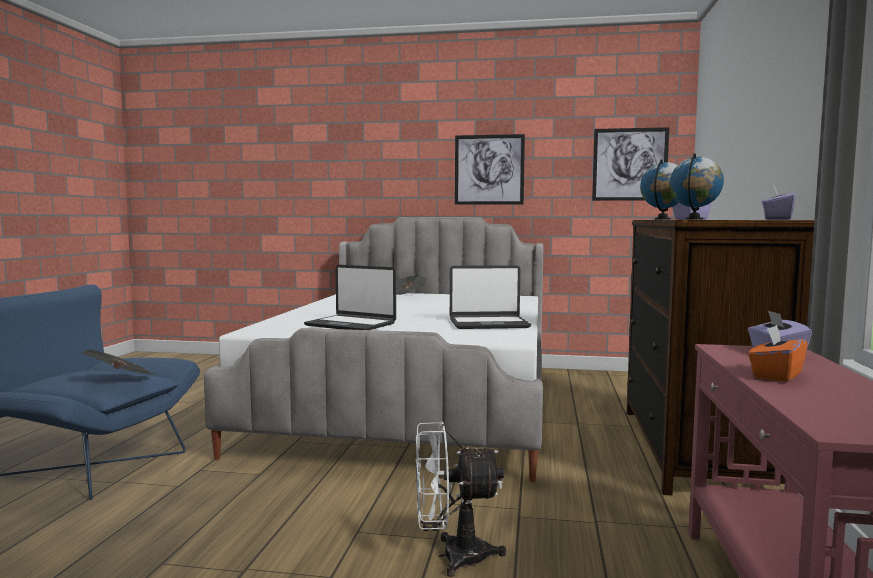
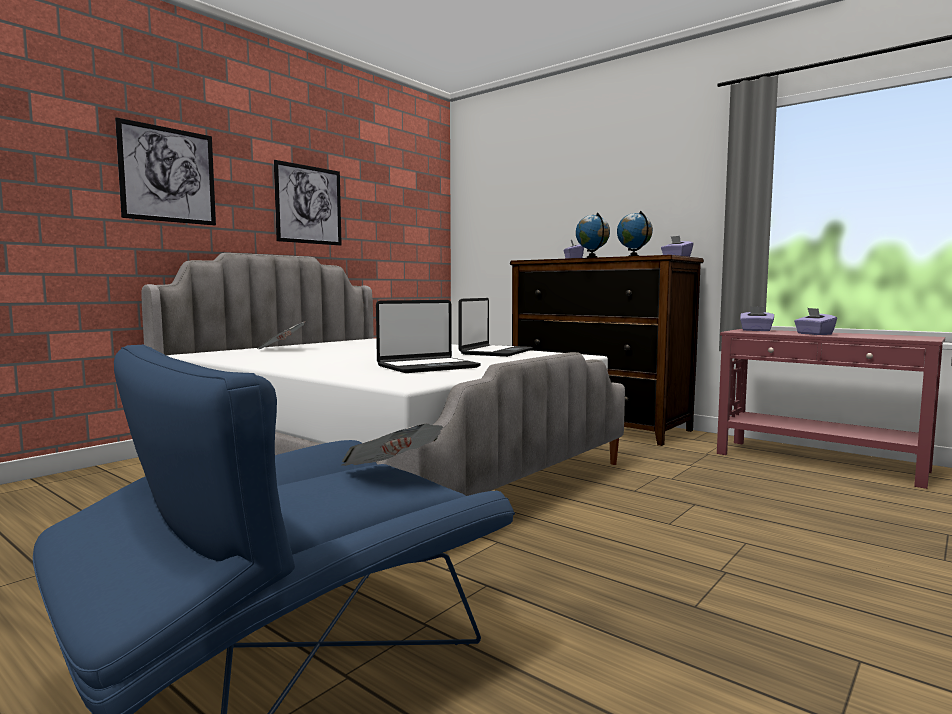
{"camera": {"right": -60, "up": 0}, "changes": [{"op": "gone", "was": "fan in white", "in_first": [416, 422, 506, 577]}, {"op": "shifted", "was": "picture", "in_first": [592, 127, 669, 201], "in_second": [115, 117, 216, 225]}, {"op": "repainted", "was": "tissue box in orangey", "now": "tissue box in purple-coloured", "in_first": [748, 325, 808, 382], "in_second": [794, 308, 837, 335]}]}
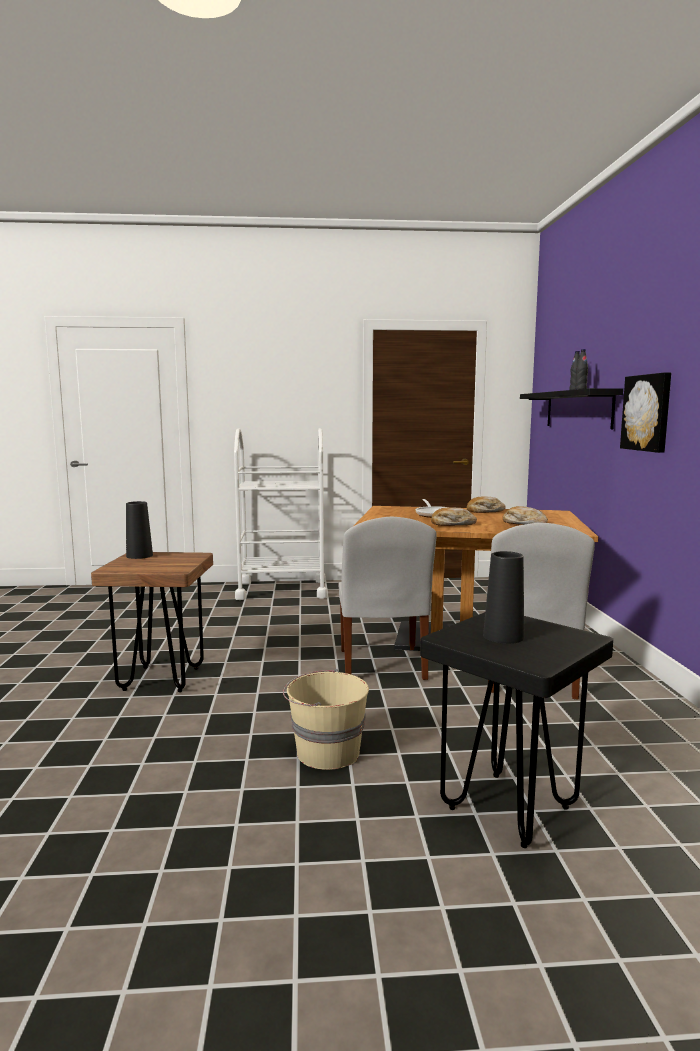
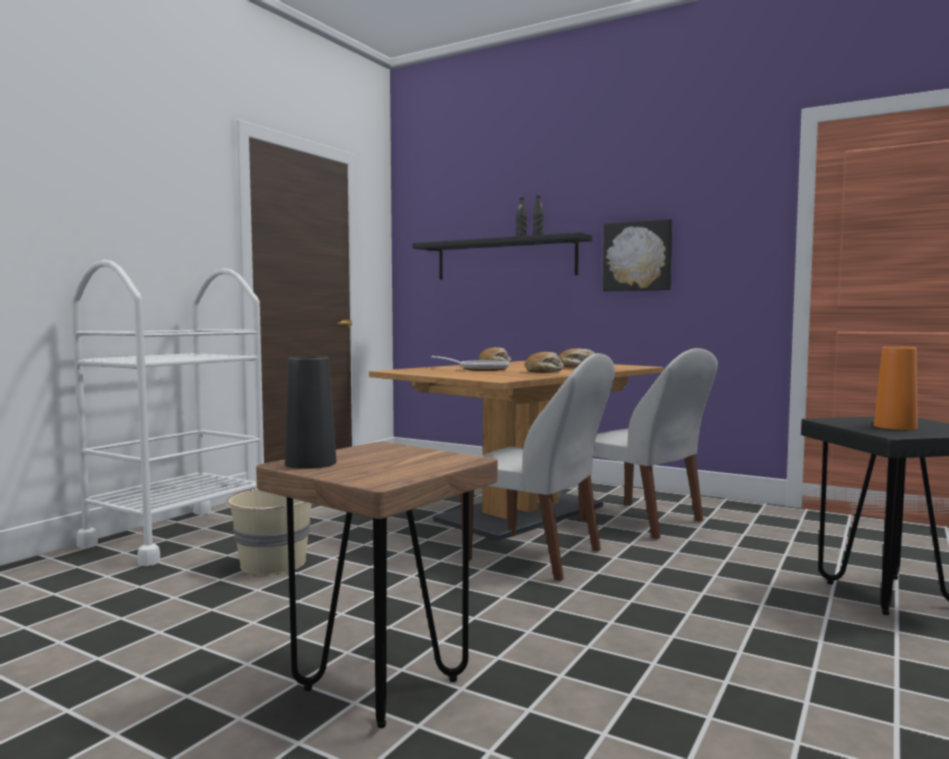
{"camera": {"right": -55, "up": -5}, "changes": [{"op": "shifted", "was": "water bucket in beige", "in_first": [283, 669, 369, 770], "in_second": [225, 487, 311, 575]}, {"op": "repainted", "was": "flower vase in blackish", "now": "flower vase in orangey", "in_first": [483, 551, 524, 644], "in_second": [874, 347, 918, 430]}]}
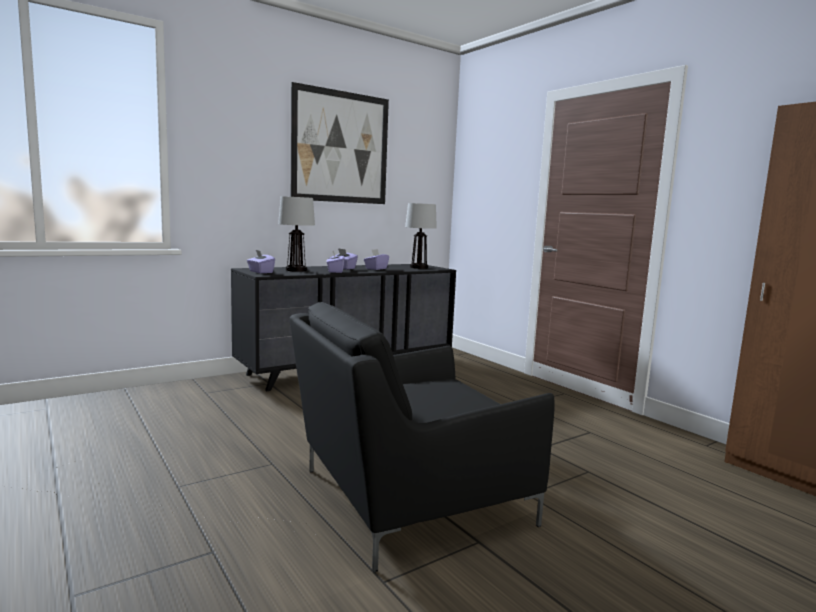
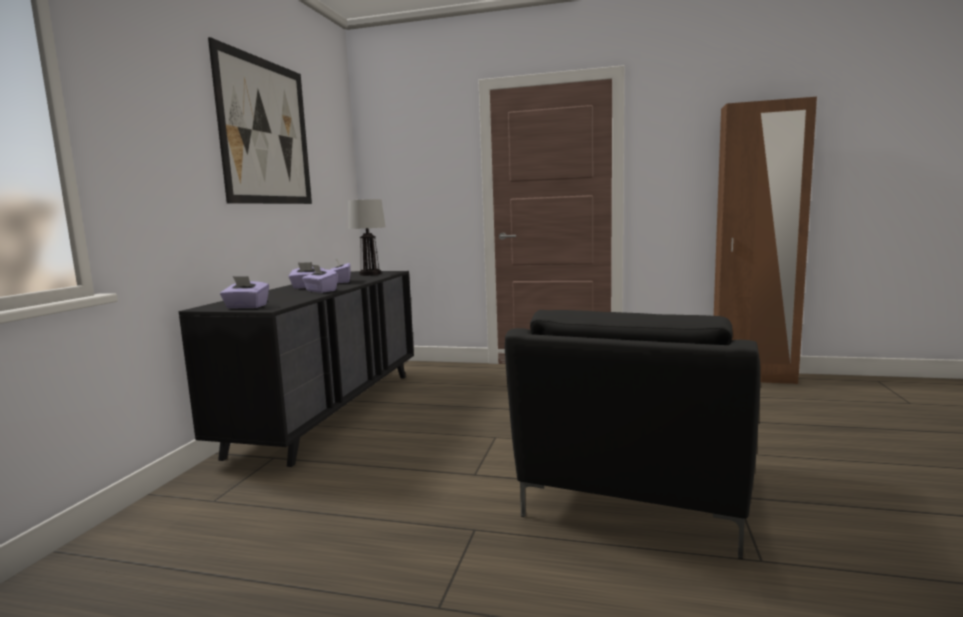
{"camera": {"right": -40, "up": 0}, "changes": [{"op": "gone", "was": "table lamp", "in_first": [278, 196, 315, 272]}]}
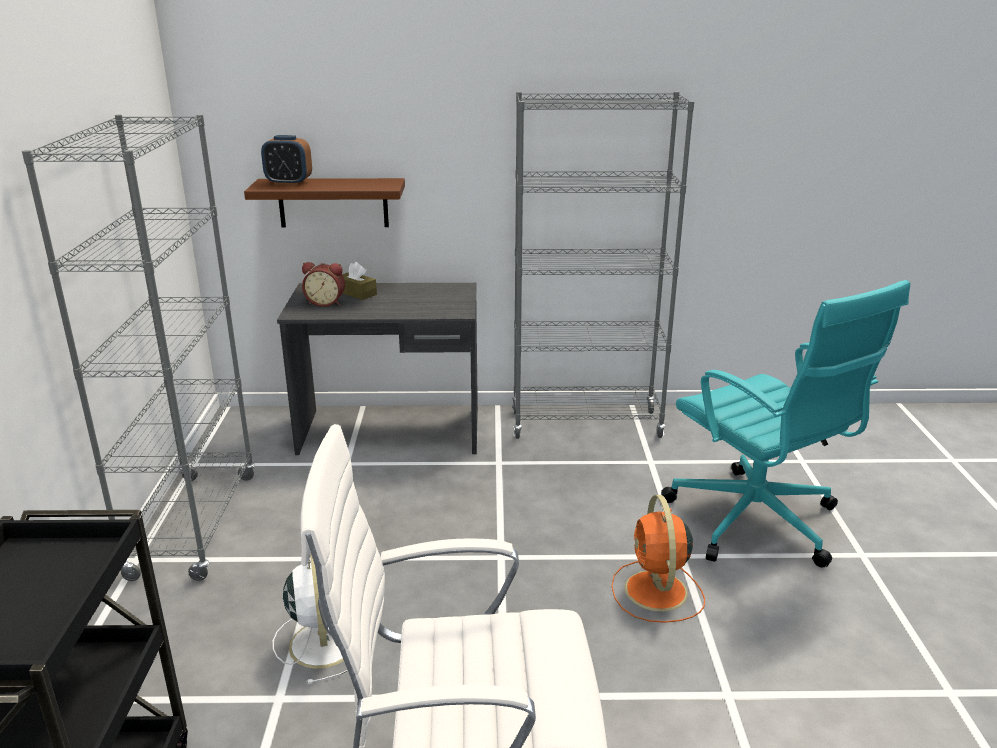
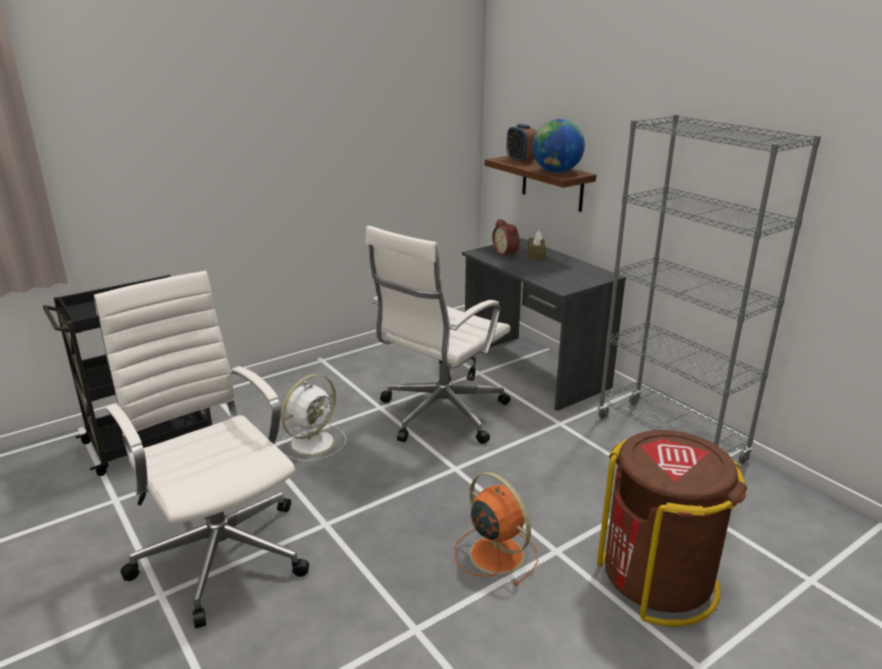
{"camera": {"right": 55, "up": 0}, "changes": [{"op": "gone", "was": "bookcase in gray", "in_first": [22, 114, 255, 581]}, {"op": "rotated", "was": "fan in orangey", "in_first": [611, 495, 705, 623], "in_second": [453, 472, 538, 586], "clockwise": 90}, {"op": "swapped", "was": "office chair in blue-green", "now": "rubbish bin in brownish", "in_first": [661, 280, 910, 568], "in_second": [597, 430, 747, 626]}, {"op": "new", "now": "office chair in white", "in_second": [365, 226, 511, 444]}, {"op": "new", "now": "world globe", "in_second": [532, 119, 585, 173]}]}
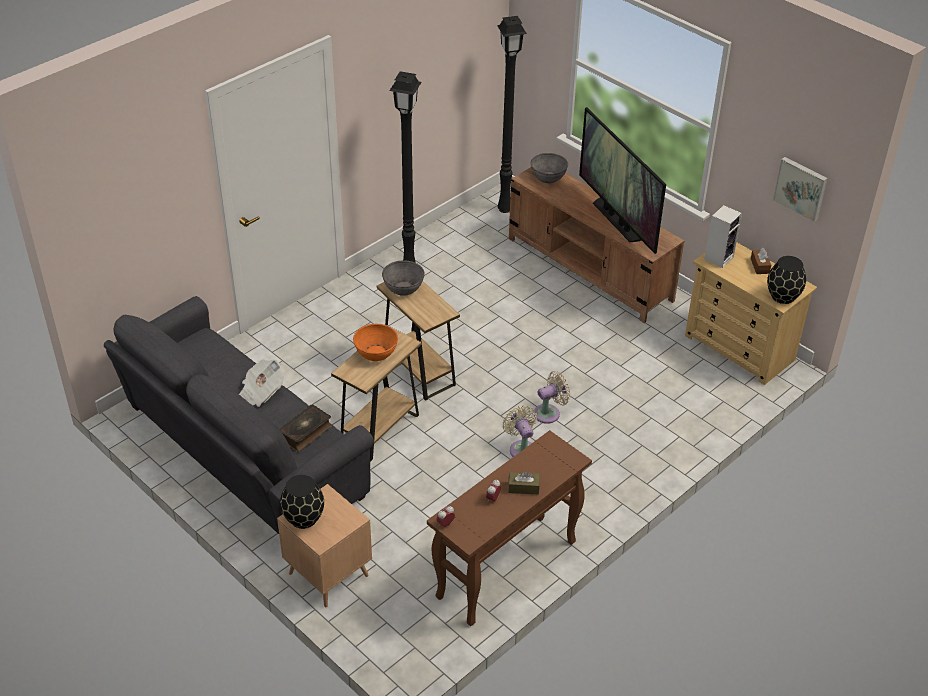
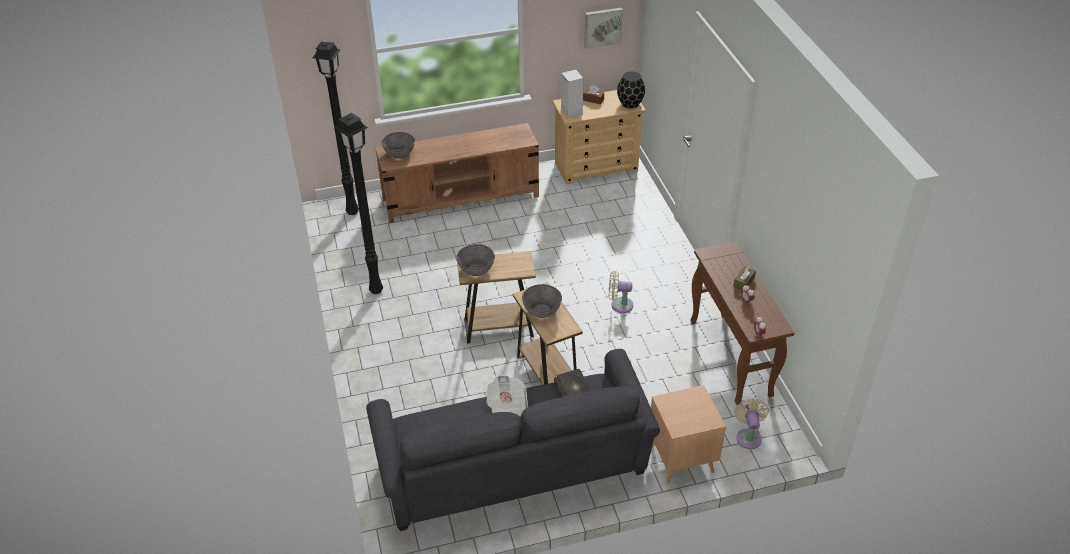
{"camera": {"right": -60, "up": 0}, "changes": [{"op": "gone", "was": "flower vase in blackish", "in_first": [280, 475, 324, 529]}, {"op": "repainted", "was": "bowl in orangey", "now": "bowl in gray", "in_first": [353, 324, 398, 361], "in_second": [522, 284, 562, 318]}, {"op": "shifted", "was": "fan in beige", "in_first": [534, 371, 570, 424], "in_second": [734, 399, 769, 449]}, {"op": "gone", "was": "TV", "in_first": [579, 107, 666, 254]}]}
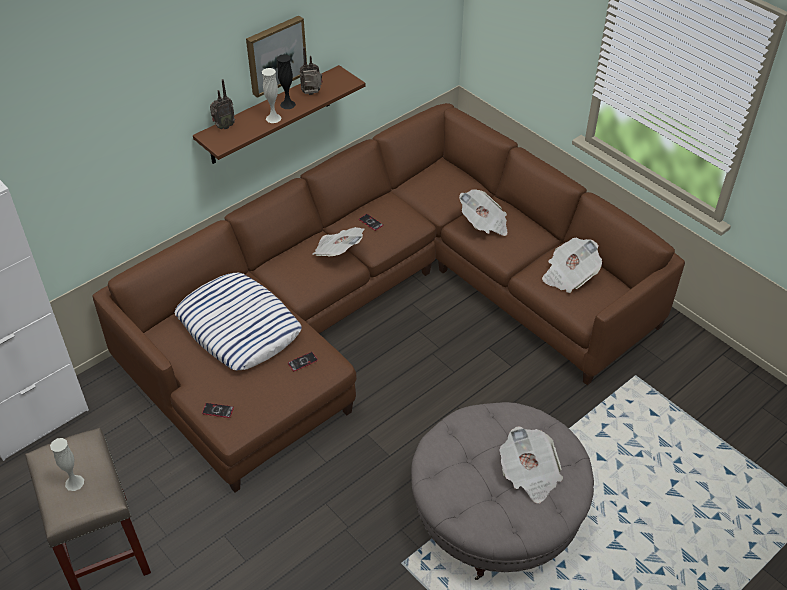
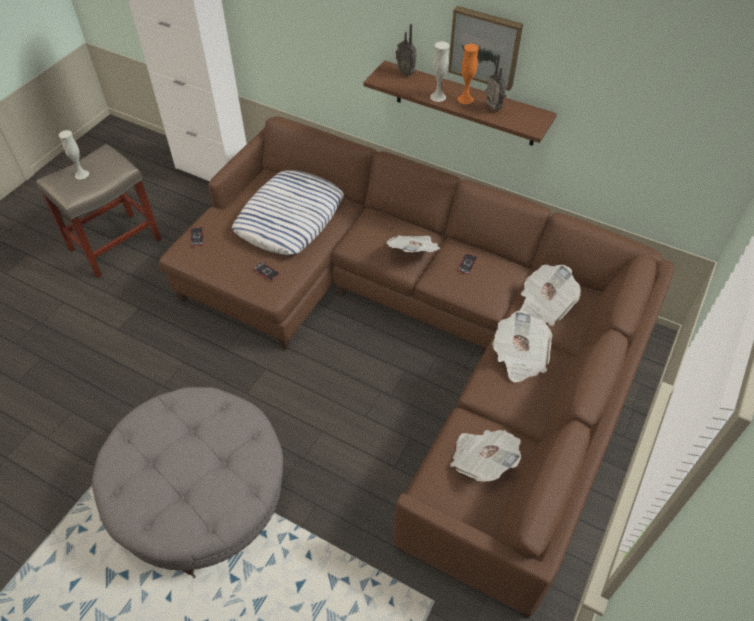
{"camera": {"right": 70, "up": 5}, "changes": [{"op": "repainted", "was": "flower vase in blackish", "now": "flower vase in orangey", "in_first": [277, 54, 296, 109], "in_second": [457, 44, 479, 104]}, {"op": "shifted", "was": "newspaper", "in_first": [499, 426, 563, 503], "in_second": [520, 265, 581, 326]}]}
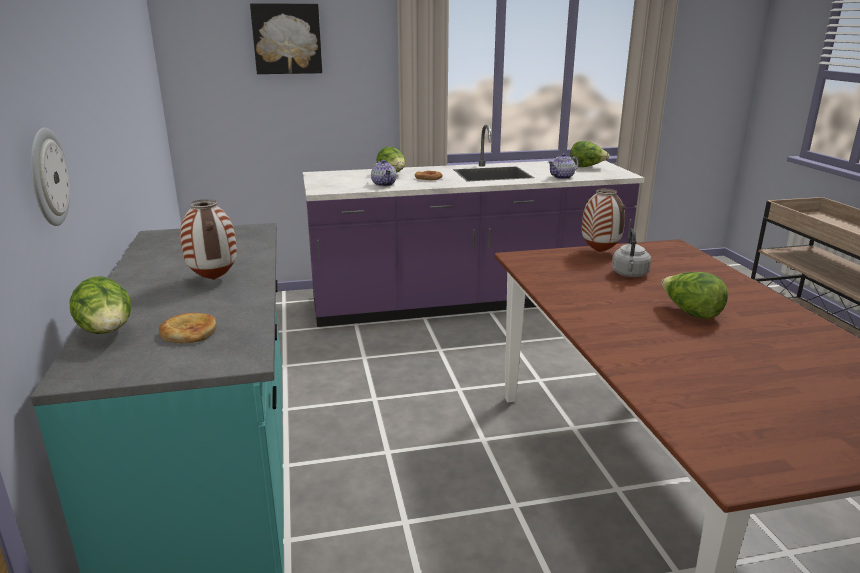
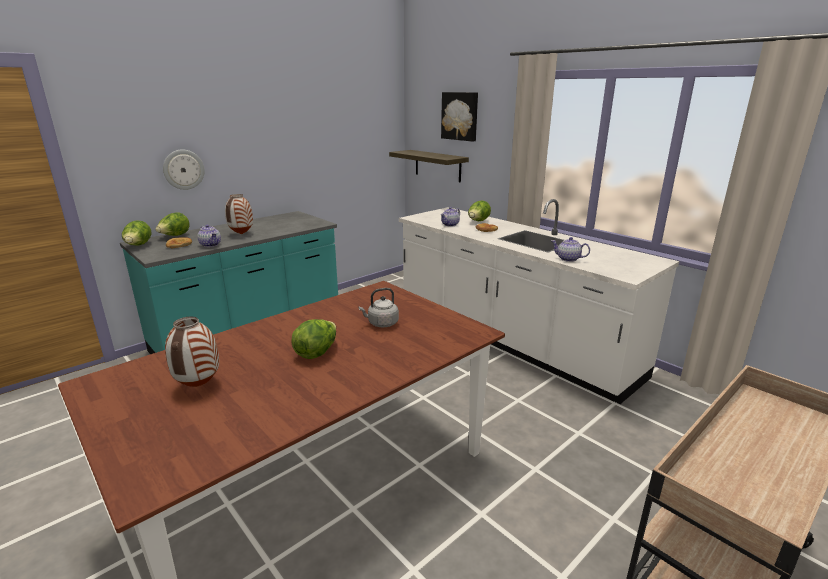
{"camera": {"right": 60, "up": 0}, "changes": [{"op": "repainted", "was": "kitchen base unit in purple-coloured", "now": "kitchen base unit in white", "in_first": [303, 125, 645, 327], "in_second": [399, 199, 680, 404]}, {"op": "shifted", "was": "lettuce head", "in_first": [570, 141, 610, 167], "in_second": [122, 220, 151, 245]}, {"op": "shifted", "was": "flower vase", "in_first": [582, 188, 625, 252], "in_second": [165, 317, 219, 387]}, {"op": "new", "now": "teapot", "in_second": [197, 225, 221, 247]}, {"op": "new", "now": "wall shelf", "in_second": [389, 150, 469, 182]}]}
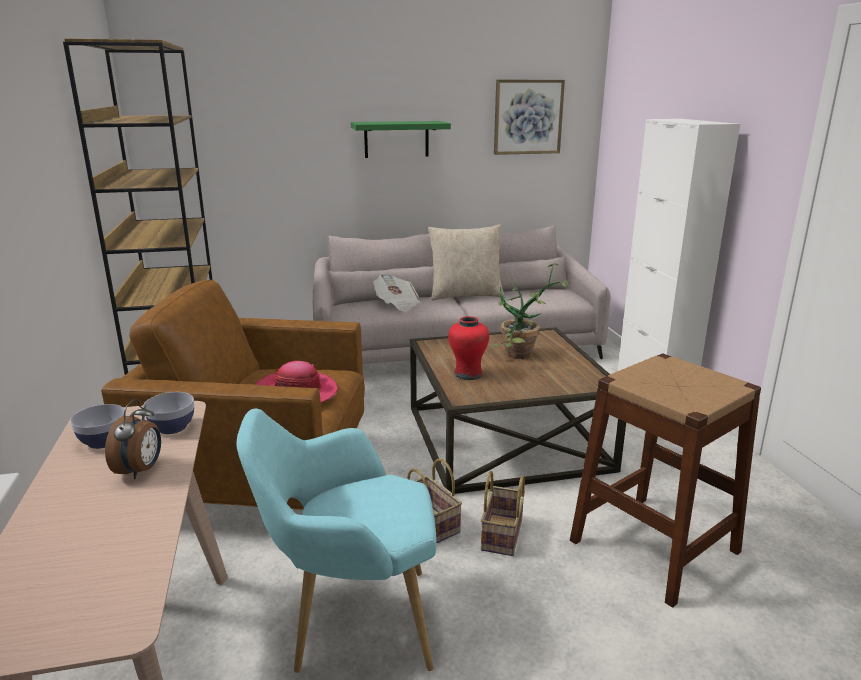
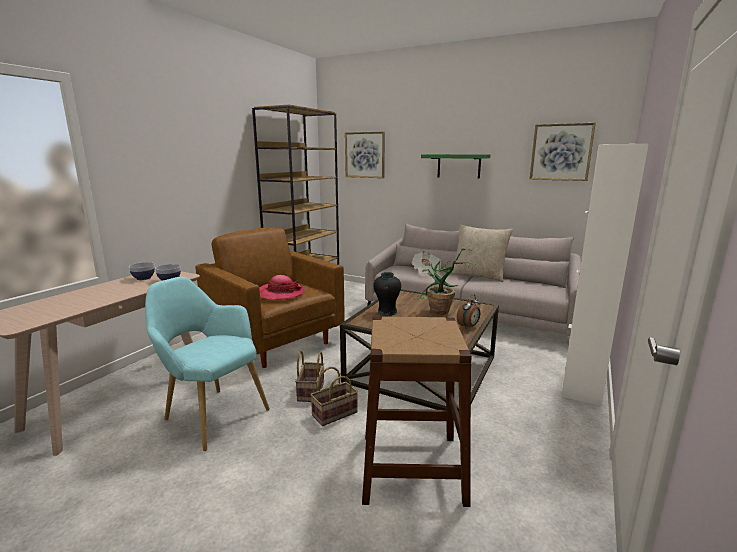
{"camera": {"right": 40, "up": -5}, "changes": [{"op": "shifted", "was": "bedside clock", "in_first": [105, 399, 161, 479], "in_second": [457, 294, 480, 329]}, {"op": "repainted", "was": "flower vase in red-coloured", "now": "flower vase in blackish", "in_first": [448, 316, 489, 380], "in_second": [373, 272, 401, 316]}, {"op": "new", "now": "picture", "in_second": [345, 132, 385, 178]}]}
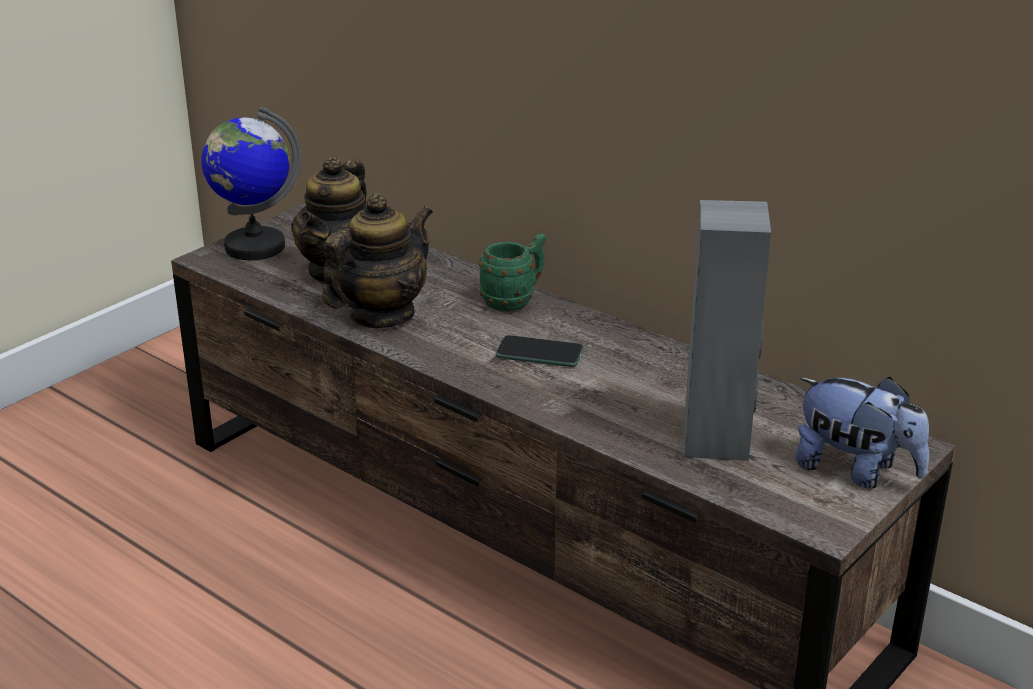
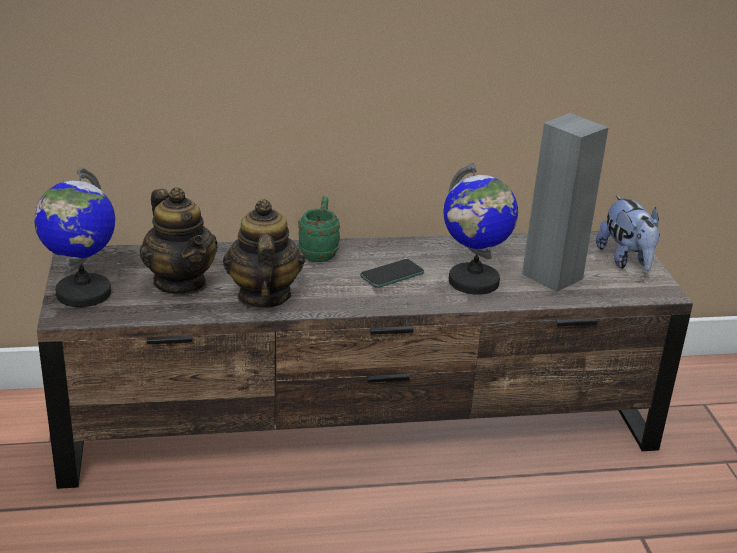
{"camera": {"right": -50, "up": 0}, "changes": [{"op": "rotated", "was": "soft toy", "in_first": [796, 377, 929, 488], "in_second": [596, 195, 660, 271], "clockwise": 90}, {"op": "new", "now": "world globe", "in_second": [443, 163, 518, 295]}]}
